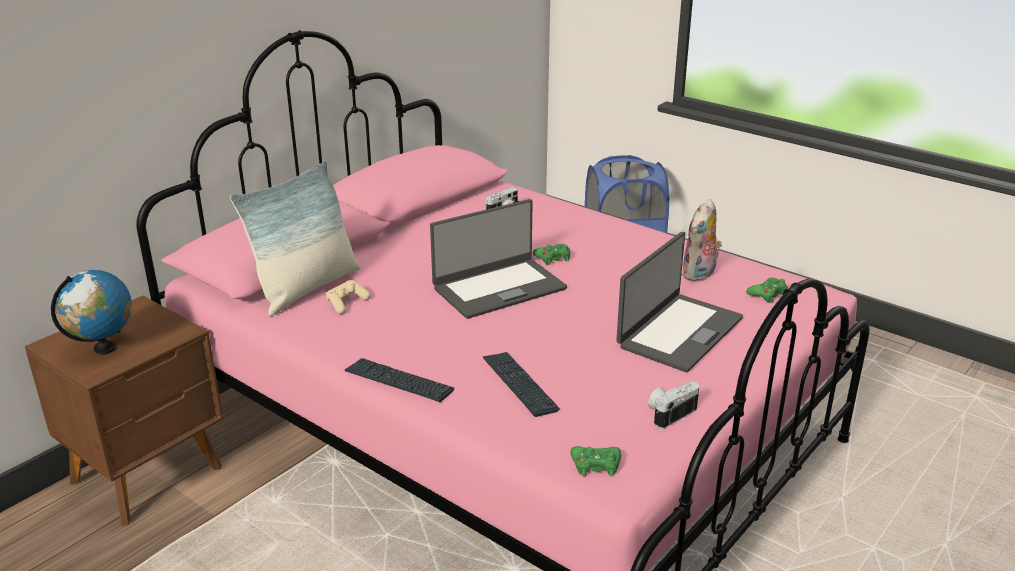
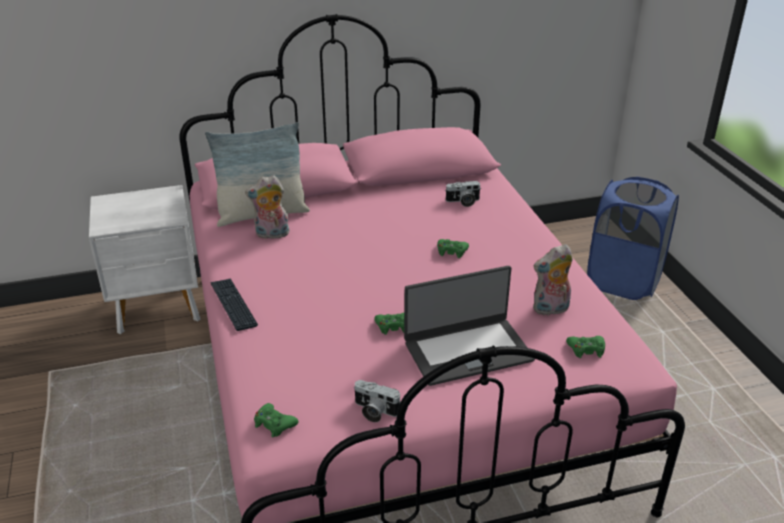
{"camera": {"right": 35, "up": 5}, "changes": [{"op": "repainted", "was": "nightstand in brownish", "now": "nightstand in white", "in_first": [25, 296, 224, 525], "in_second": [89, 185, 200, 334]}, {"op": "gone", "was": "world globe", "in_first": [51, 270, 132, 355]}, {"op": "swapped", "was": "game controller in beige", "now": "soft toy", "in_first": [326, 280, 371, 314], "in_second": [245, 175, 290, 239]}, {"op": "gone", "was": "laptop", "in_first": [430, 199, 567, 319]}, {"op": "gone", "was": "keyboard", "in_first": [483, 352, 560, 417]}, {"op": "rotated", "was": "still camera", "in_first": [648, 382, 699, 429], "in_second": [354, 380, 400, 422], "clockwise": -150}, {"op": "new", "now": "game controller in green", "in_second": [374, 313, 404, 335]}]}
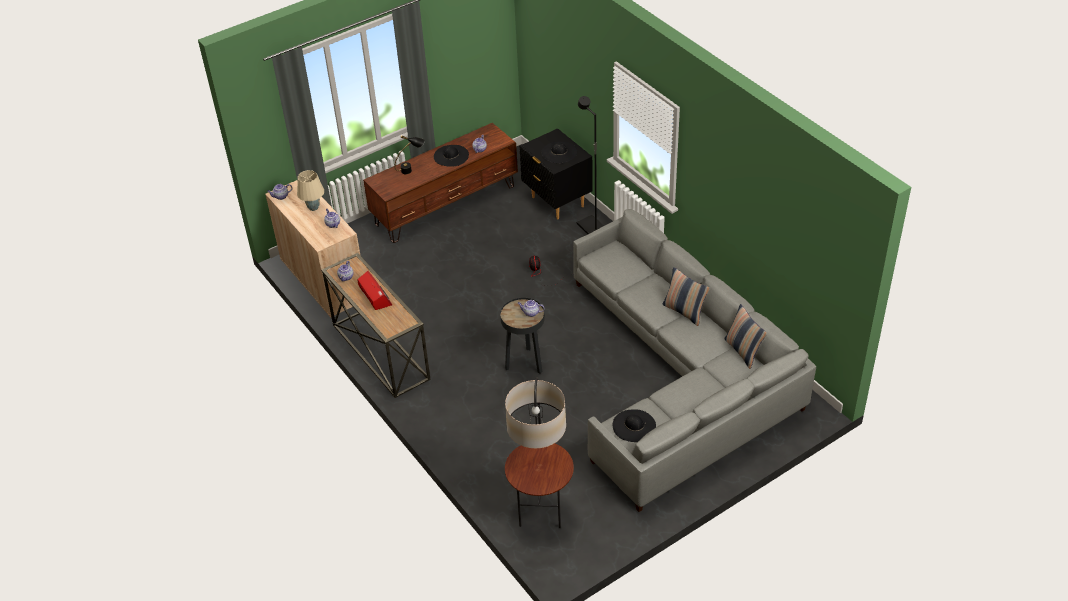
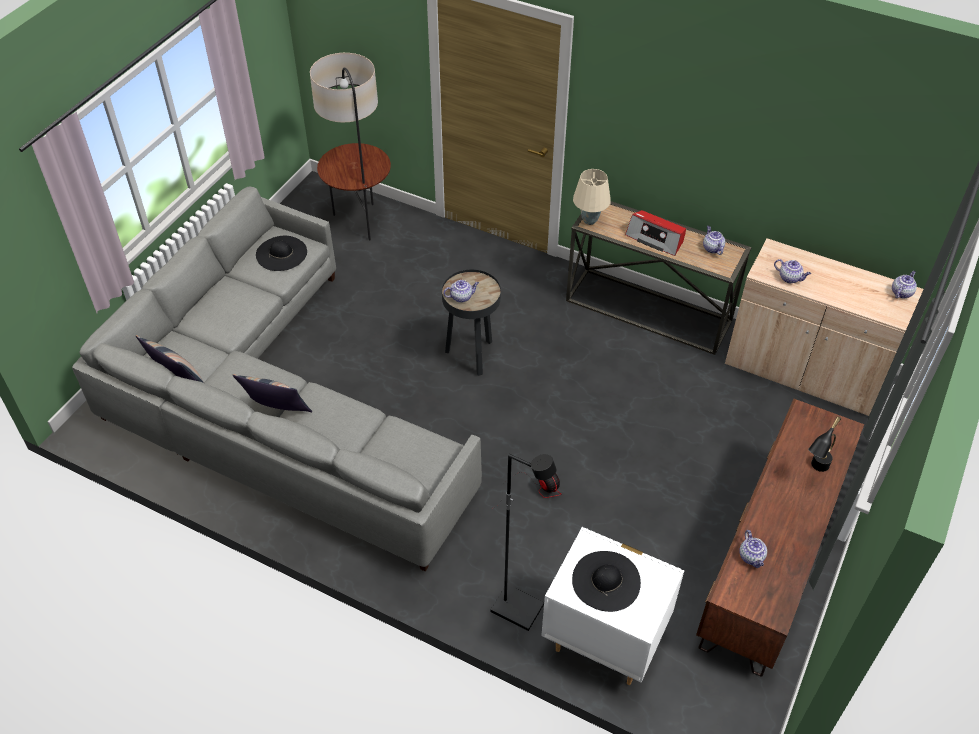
{"camera": {"right": 150, "up": 5}, "changes": [{"op": "shifted", "was": "table lamp in beige", "in_first": [297, 170, 324, 211], "in_second": [573, 169, 611, 225]}, {"op": "gone", "was": "clothing hat in blackish", "in_first": [434, 145, 469, 167]}, {"op": "repainted", "was": "nightstand in blackish", "now": "nightstand in white", "in_first": [519, 128, 593, 220], "in_second": [541, 527, 685, 685]}]}
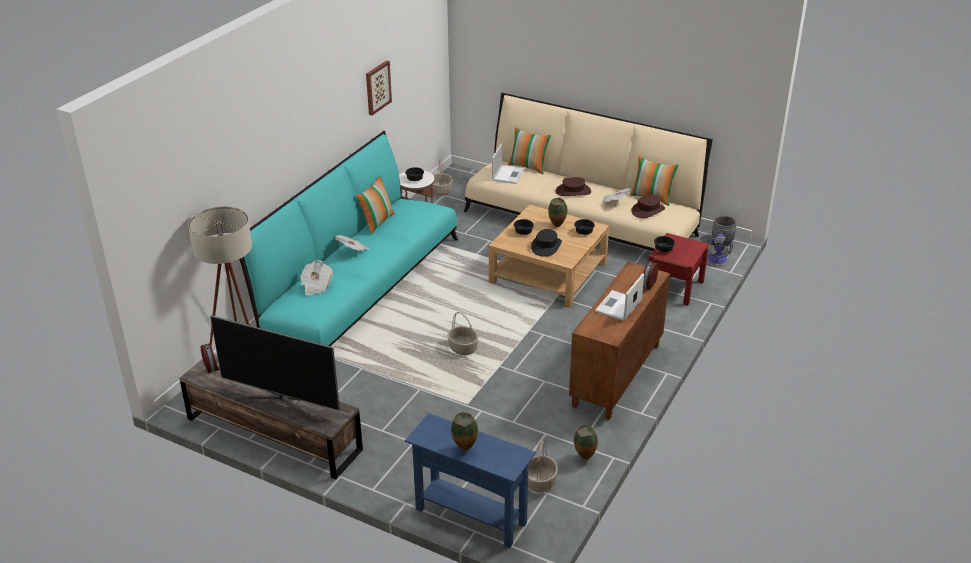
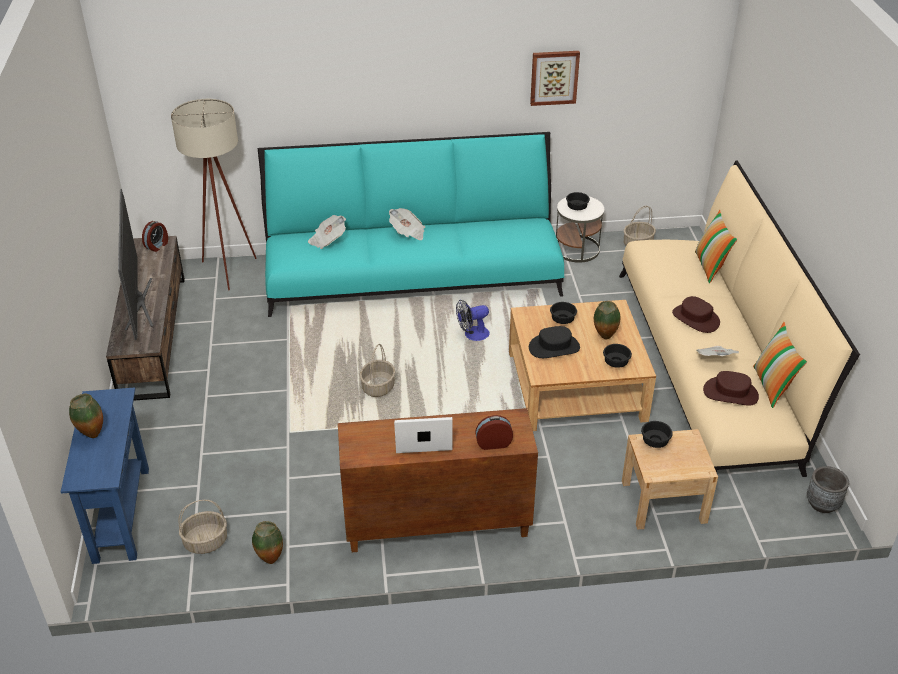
{"camera": {"right": 55, "up": 5}, "changes": [{"op": "gone", "was": "pillow", "in_first": [356, 175, 395, 234]}, {"op": "gone", "was": "laptop", "in_first": [492, 144, 525, 184]}, {"op": "repainted", "was": "nightstand in red-coloured", "now": "nightstand in beige", "in_first": [649, 233, 709, 306], "in_second": [622, 429, 718, 530]}, {"op": "shifted", "was": "fan", "in_first": [707, 234, 733, 264], "in_second": [456, 300, 490, 341]}]}
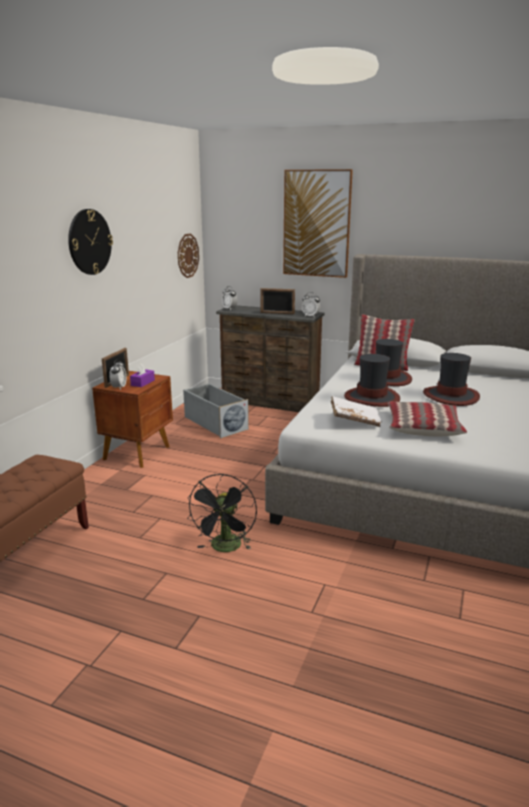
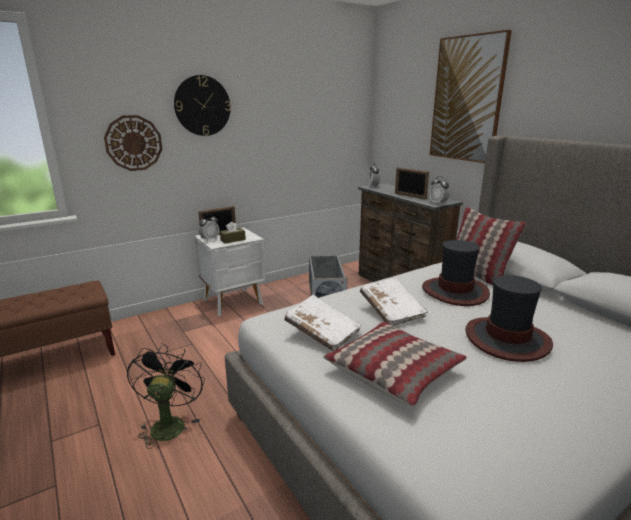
{"camera": {"right": 35, "up": 0}, "changes": [{"op": "repainted", "was": "nightstand in brownish", "now": "nightstand in white", "in_first": [92, 371, 173, 468], "in_second": [194, 227, 266, 316]}, {"op": "repainted", "was": "tissue box in purple-coloured", "now": "tissue box in brownish", "in_first": [130, 363, 155, 387], "in_second": [220, 222, 246, 243]}, {"op": "shifted", "was": "hanging clock", "in_first": [178, 233, 199, 278], "in_second": [104, 115, 162, 171]}, {"op": "rotated", "was": "fan in blackish", "in_first": [187, 474, 257, 552], "in_second": [127, 343, 205, 449], "clockwise": 135}, {"op": "swapped", "was": "clothing hat", "now": "bound book in white", "in_first": [344, 354, 400, 407], "in_second": [360, 277, 428, 326]}]}
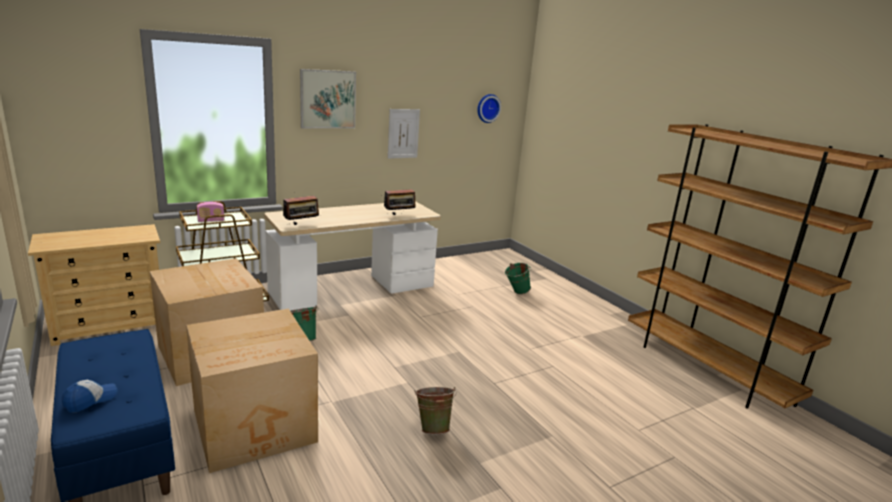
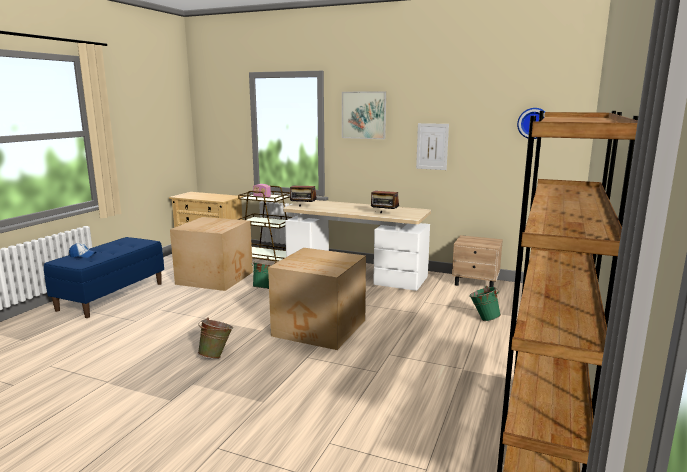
{"camera": {"right": 55, "up": -5}, "changes": [{"op": "shifted", "was": "carton", "in_first": [186, 308, 318, 473], "in_second": [268, 248, 366, 350]}, {"op": "new", "now": "nightstand in beige", "in_second": [452, 235, 503, 287]}]}
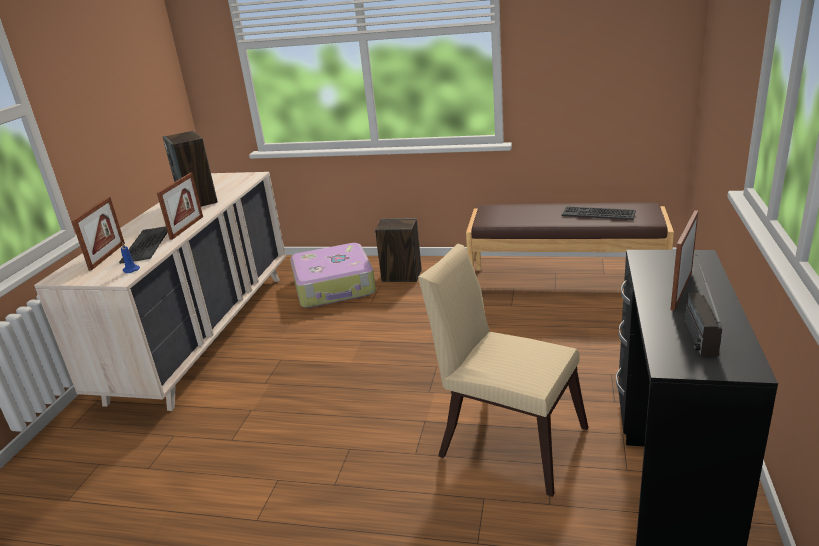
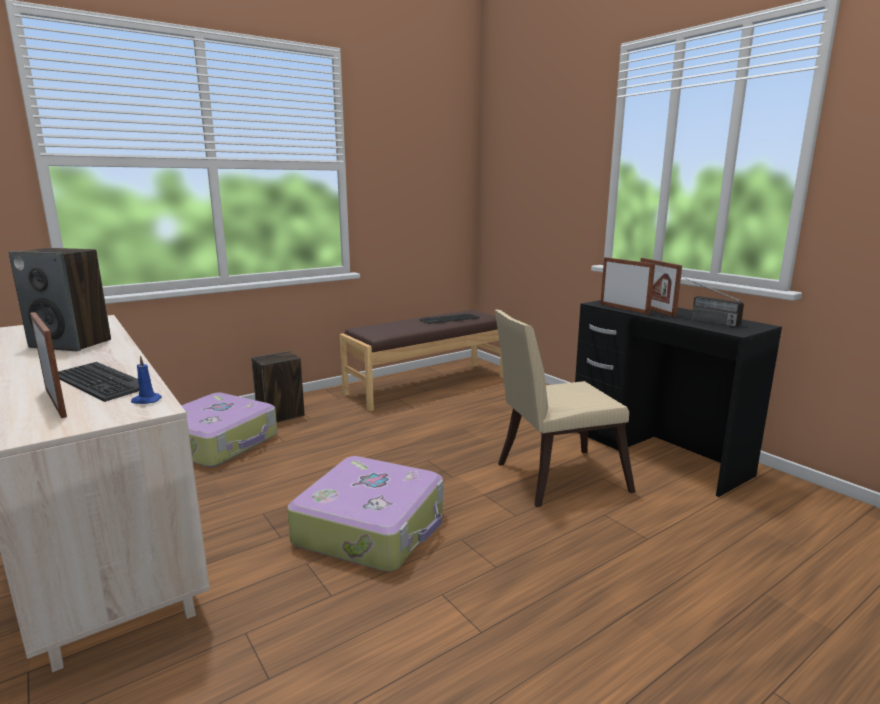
{"camera": {"right": -50, "up": -10}, "changes": [{"op": "shifted", "was": "picture frame", "in_first": [157, 173, 203, 240], "in_second": [600, 257, 655, 315]}, {"op": "new", "now": "suitcase", "in_second": [287, 456, 443, 572]}]}
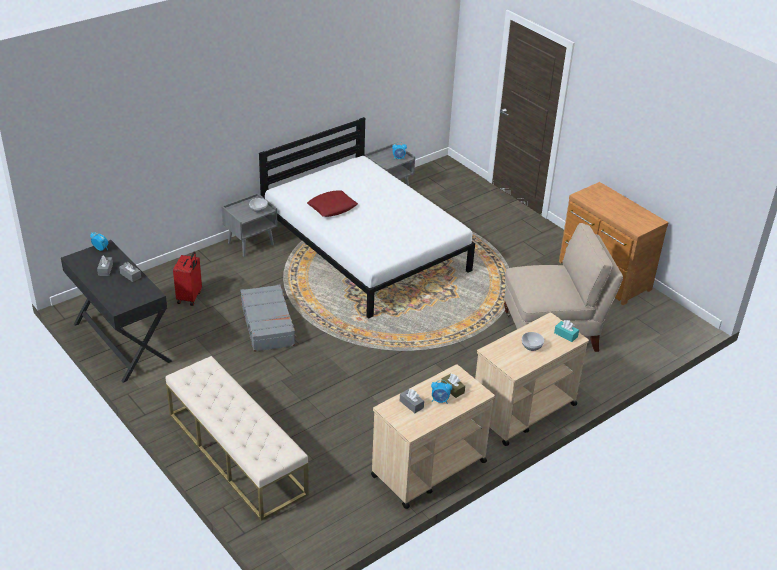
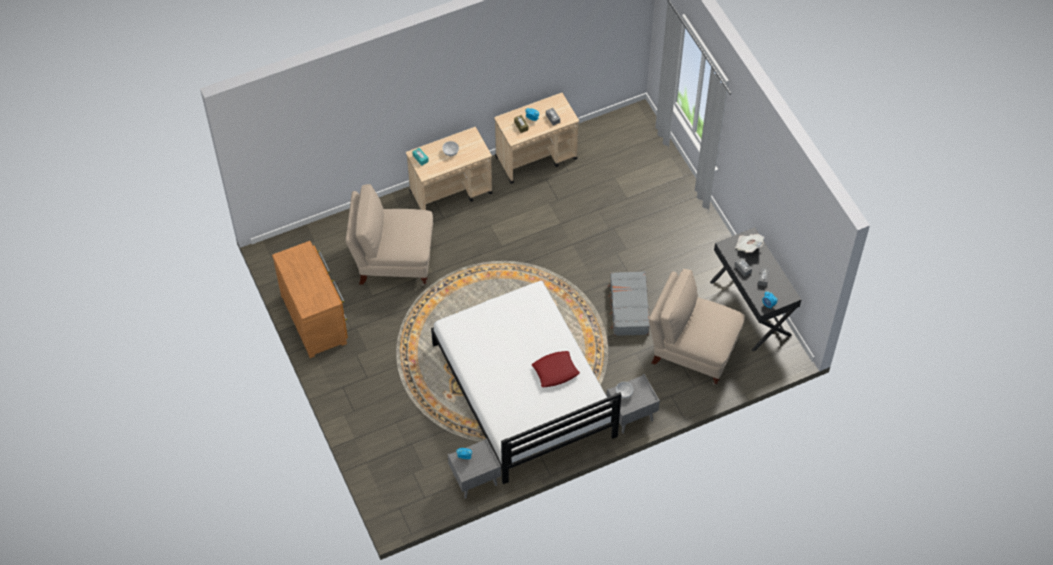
{"camera": {"right": -165, "up": 20}, "changes": [{"op": "gone", "was": "long seat in beige", "in_first": [166, 356, 309, 521]}, {"op": "swapped", "was": "suitcase in red-coloured", "now": "upright chair in beige", "in_first": [173, 251, 202, 306], "in_second": [649, 269, 745, 385]}, {"op": "new", "now": "newspaper", "in_second": [735, 234, 764, 253]}]}
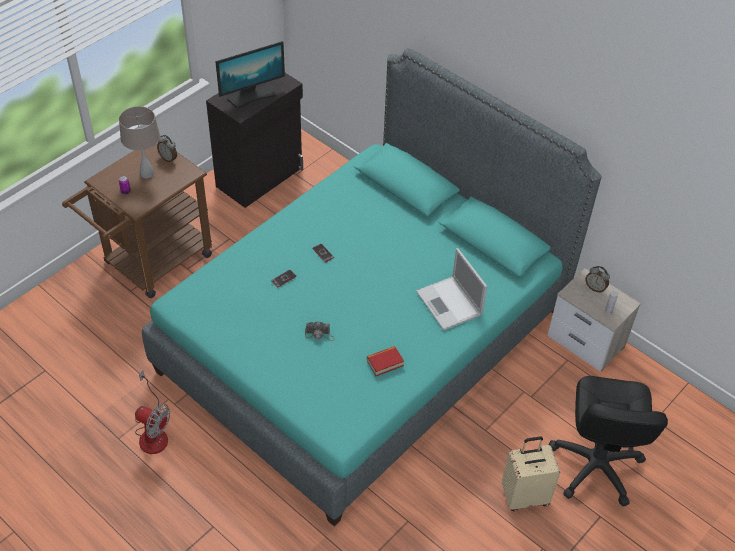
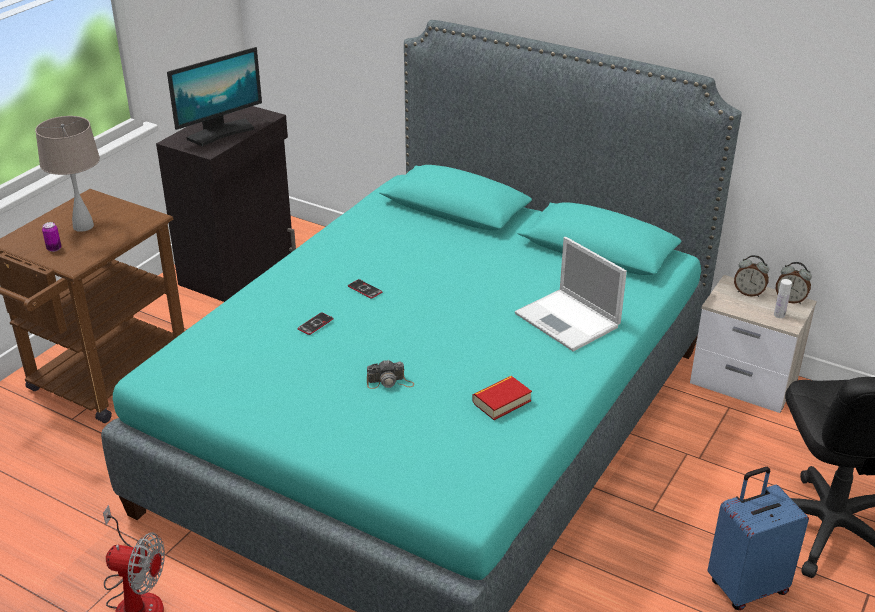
{"camera": {"right": -10, "up": -15}, "changes": [{"op": "shifted", "was": "bedside clock", "in_first": [157, 135, 177, 163], "in_second": [776, 262, 812, 304]}, {"op": "repainted", "was": "suitcase in beige", "now": "suitcase in bluish", "in_first": [501, 436, 560, 511], "in_second": [707, 467, 809, 610]}]}
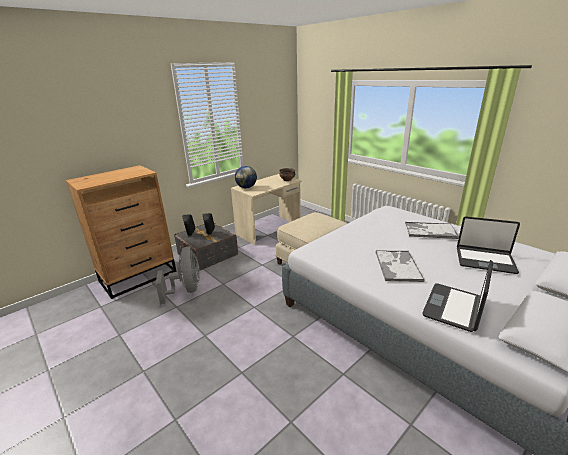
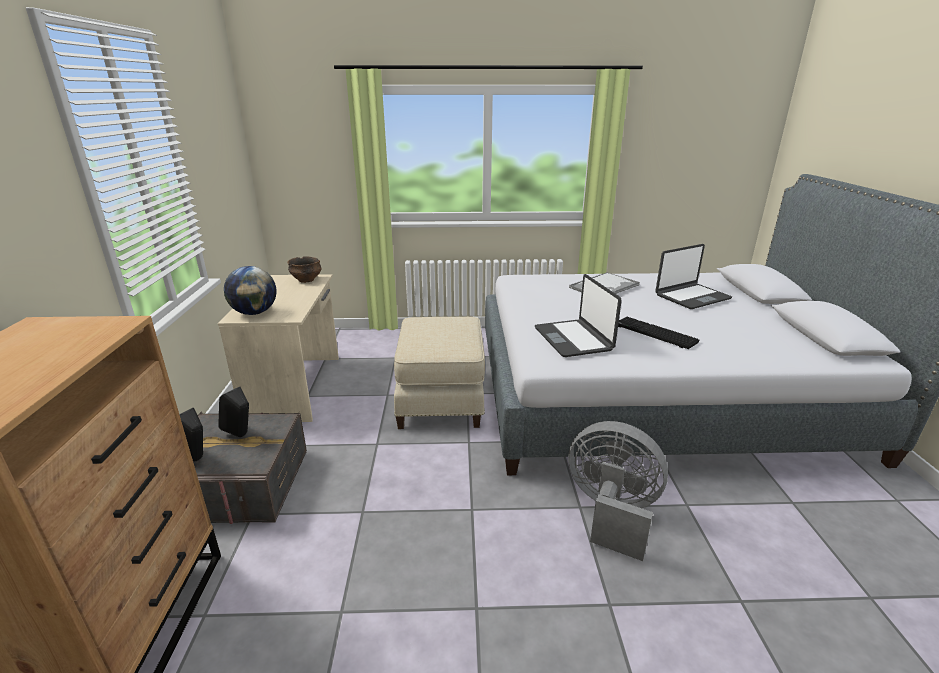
{"camera": {"right": -50, "up": 0}, "changes": [{"op": "shifted", "was": "fan in gray", "in_first": [155, 247, 200, 305], "in_second": [568, 421, 668, 561]}, {"op": "swapped", "was": "carrying tray", "now": "keyboard", "in_first": [375, 251, 425, 282], "in_second": [618, 317, 699, 349]}, {"op": "shifted", "was": "laptop", "in_first": [422, 260, 493, 332], "in_second": [535, 274, 622, 357]}]}
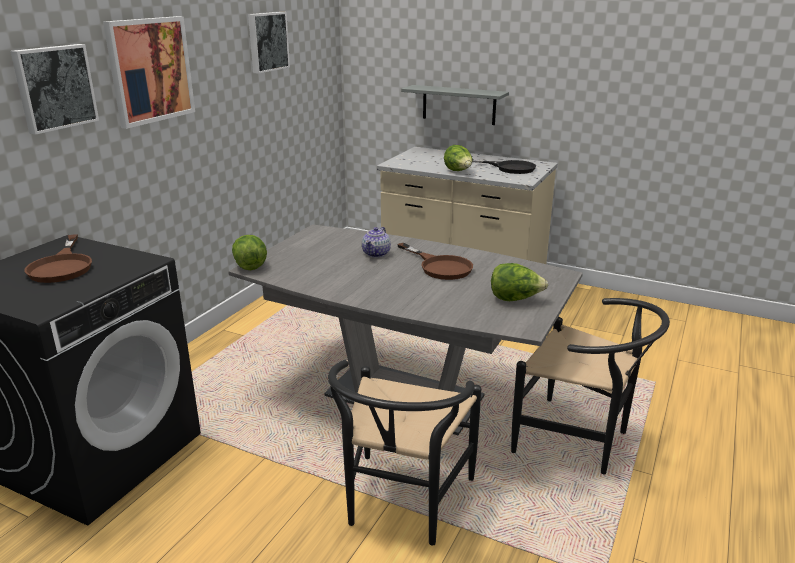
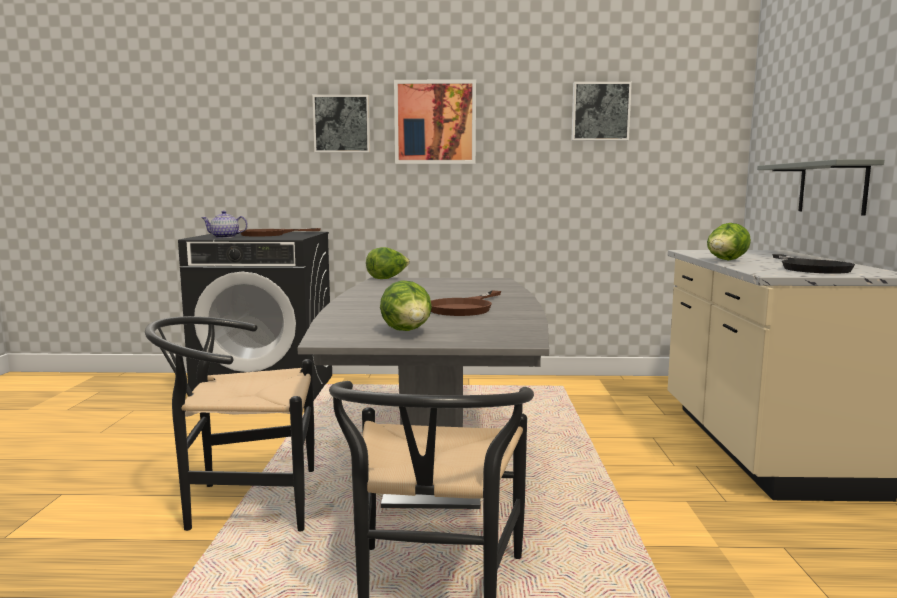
{"camera": {"right": 65, "up": -15}, "changes": [{"op": "shifted", "was": "teapot", "in_first": [362, 227, 391, 258], "in_second": [201, 211, 248, 238]}]}
